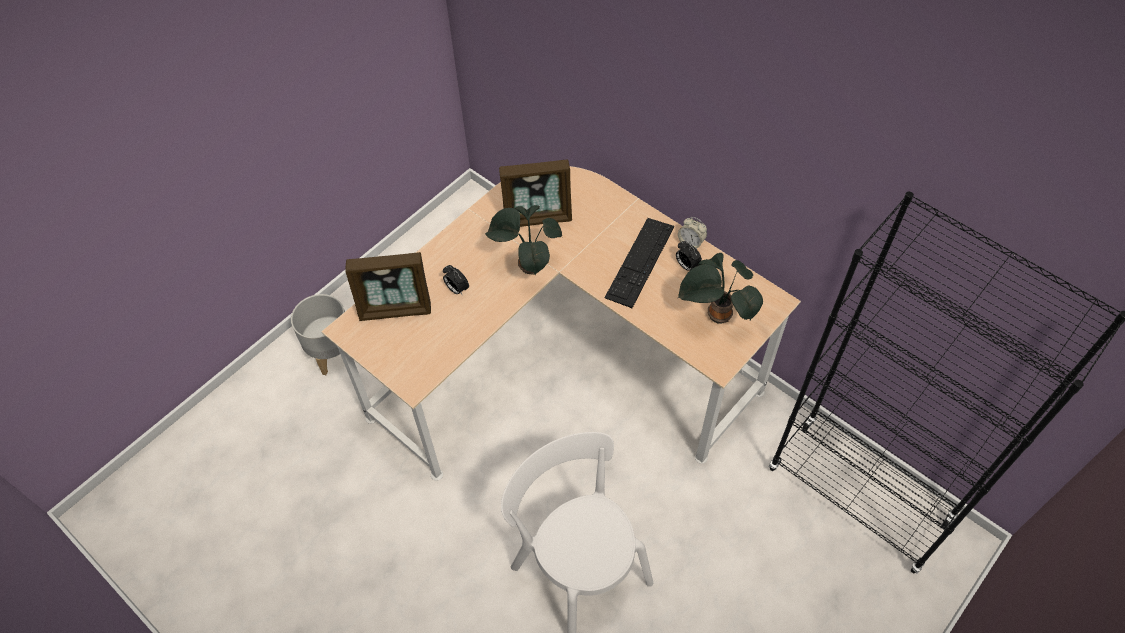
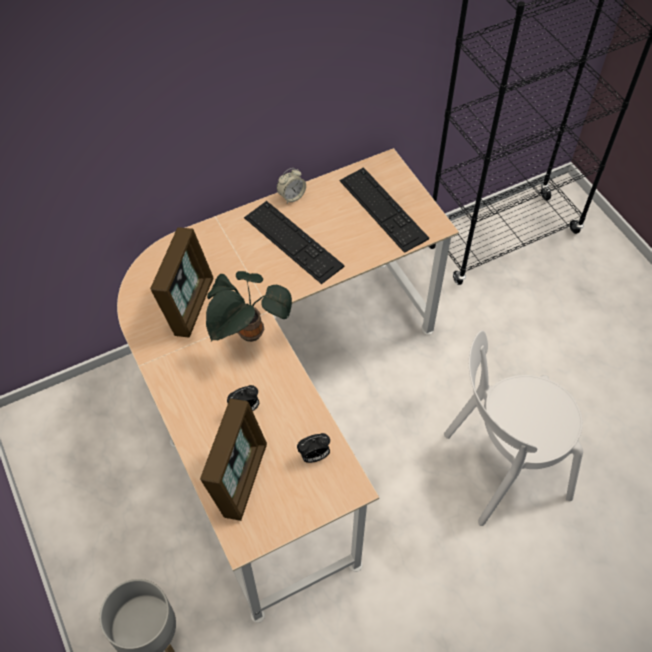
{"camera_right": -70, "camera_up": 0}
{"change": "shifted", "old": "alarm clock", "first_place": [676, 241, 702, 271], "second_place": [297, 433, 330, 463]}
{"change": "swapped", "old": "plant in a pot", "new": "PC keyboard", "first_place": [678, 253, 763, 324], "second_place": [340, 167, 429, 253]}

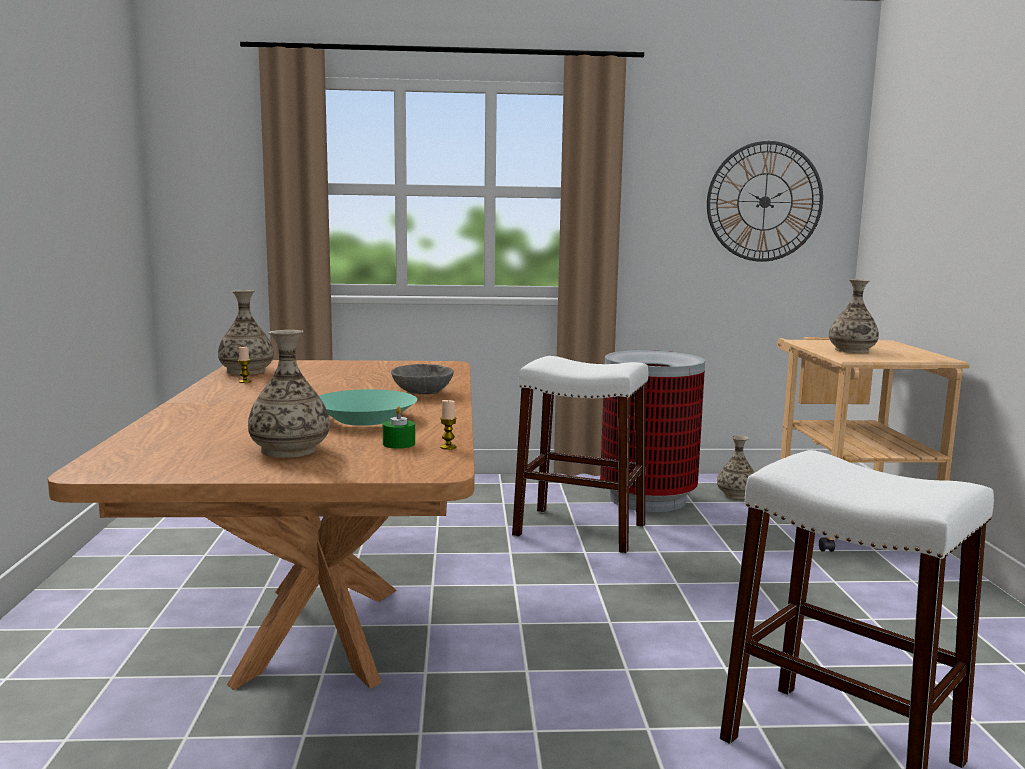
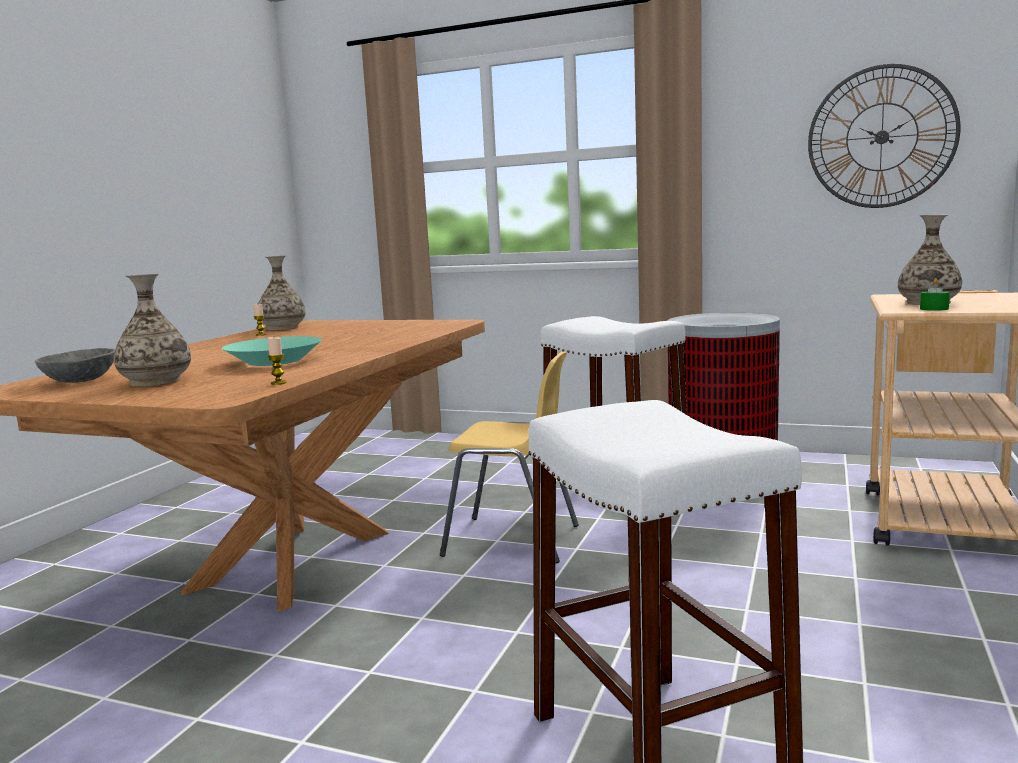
{"camera_right": 25, "camera_up": 0}
{"change": "gone", "old": "decorative vase", "first_place": [717, 435, 755, 500]}
{"change": "new", "new": "yellow-coloured plain chair", "second_place": [440, 352, 579, 563]}
{"change": "shifted", "old": "green wax candle", "first_place": [383, 406, 415, 449], "second_place": [920, 278, 950, 311]}
{"change": "shifted", "old": "grey deep dish", "first_place": [391, 364, 454, 394], "second_place": [35, 348, 115, 383]}

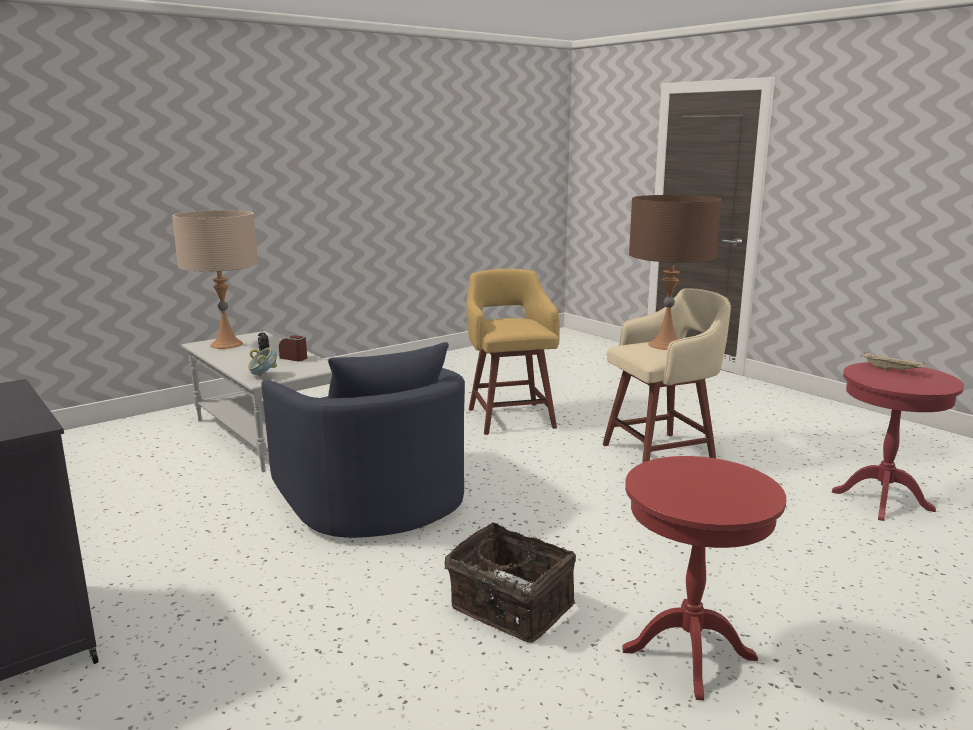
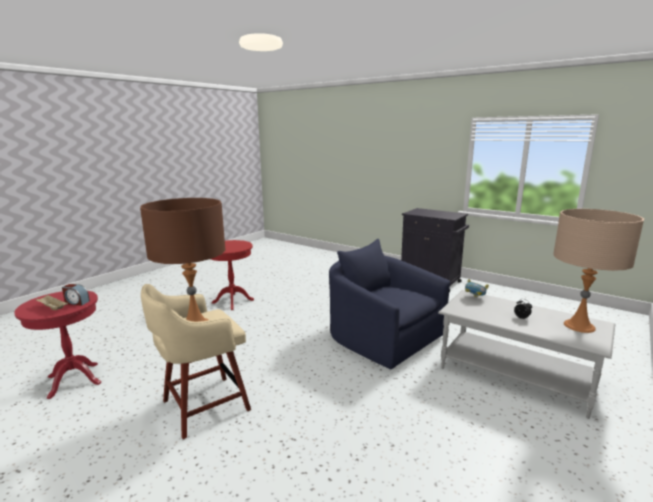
{"camera_right": 165, "camera_up": 0}
{"change": "gone", "old": "household basket", "first_place": [445, 522, 576, 643]}
{"change": "gone", "old": "yellow-coloured stool seat", "first_place": [467, 269, 560, 435]}
{"change": "shifted", "old": "alarm clock", "first_place": [279, 335, 307, 361], "second_place": [62, 284, 90, 306]}

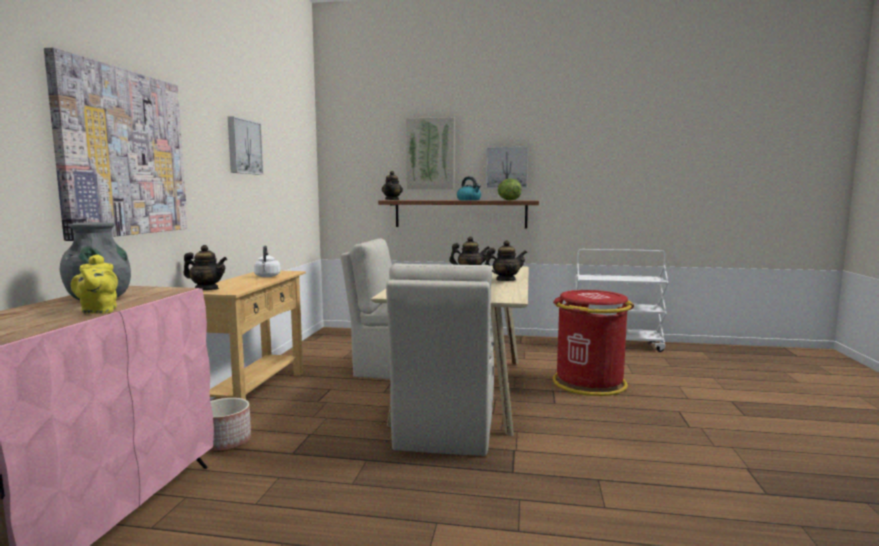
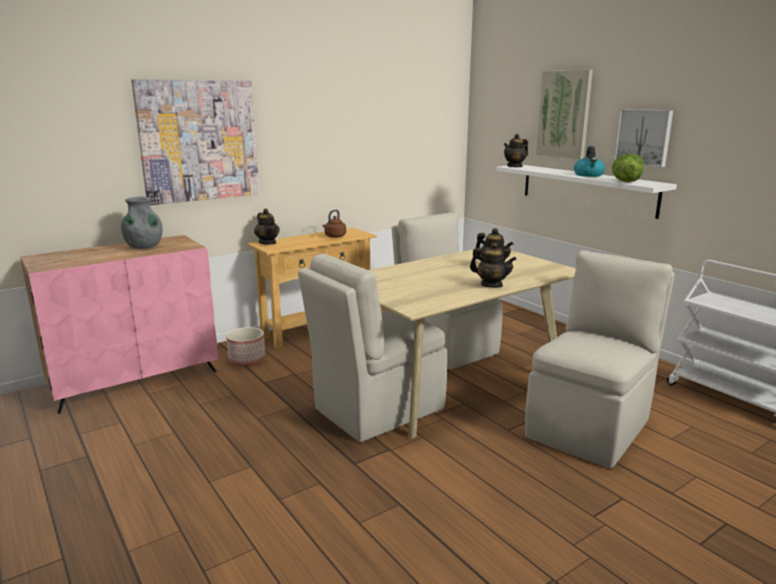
{"camera_right": 45, "camera_up": 10}
{"change": "gone", "old": "yellow-coloured tea pot", "first_place": [71, 254, 118, 314]}
{"change": "gone", "old": "picture", "first_place": [228, 116, 264, 175]}
{"change": "swapped", "old": "red trash can", "new": "beige plain chair", "first_place": [553, 290, 634, 396], "second_place": [525, 250, 675, 468]}
{"change": "repainted", "old": "white-coloured tea kettle", "new": "brown-coloured tea kettle", "first_place": [254, 245, 280, 277], "second_place": [323, 210, 346, 238]}
{"change": "repainted", "old": "brown-coloured shelf", "new": "white-coloured shelf", "first_place": [378, 200, 539, 229], "second_place": [496, 165, 677, 219]}

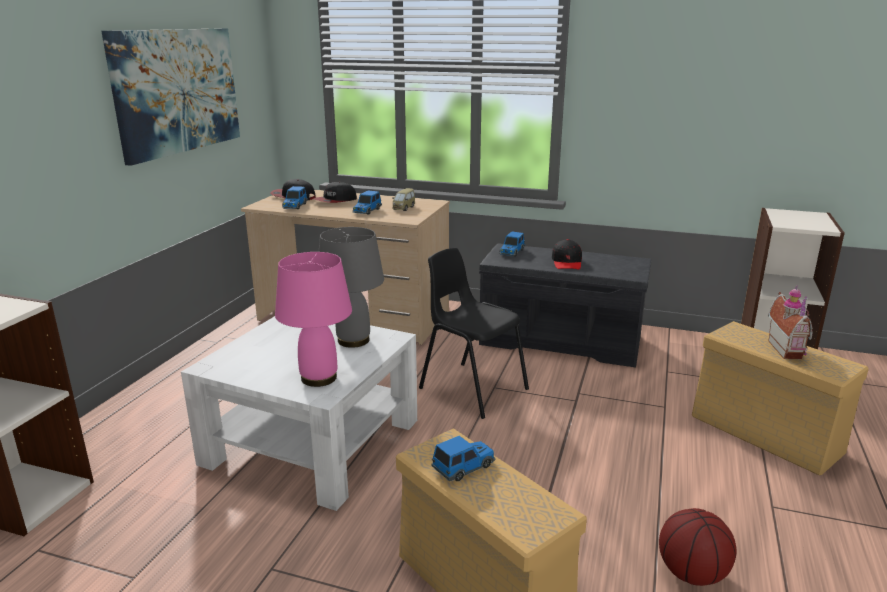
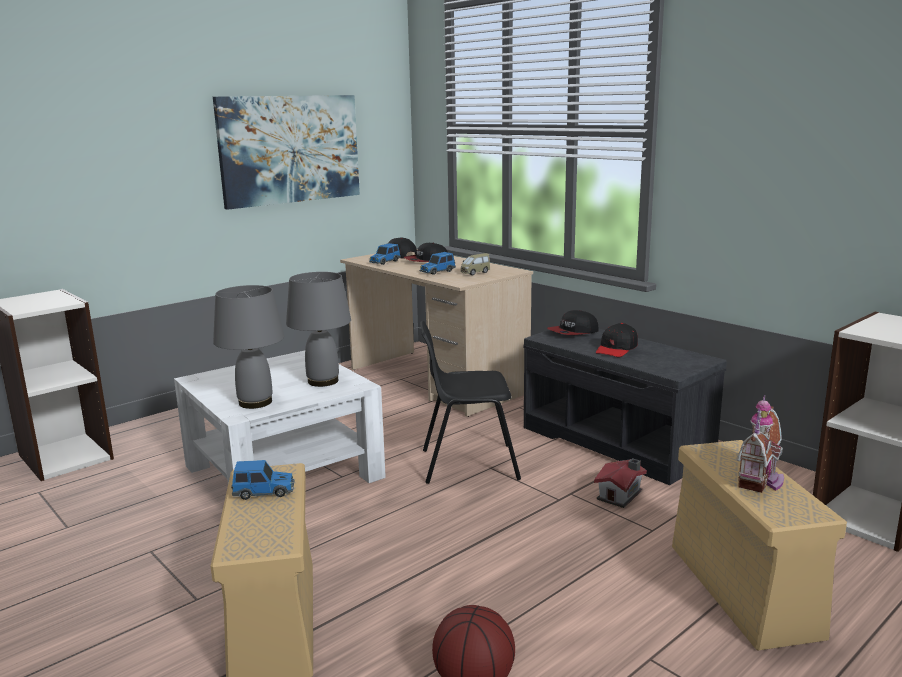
{"camera_right": 30, "camera_up": -5}
{"change": "new", "new": "model house", "second_place": [594, 458, 647, 508]}
{"change": "swapped", "old": "toy car", "new": "peaked cap", "first_place": [499, 232, 525, 256], "second_place": [547, 310, 599, 335]}
{"change": "repainted", "old": "pinkish tabletop lamp", "new": "grey tabletop lamp", "first_place": [275, 252, 352, 387], "second_place": [213, 285, 284, 409]}
{"change": "rotated", "old": "black plain chair", "first_place": [419, 248, 529, 419], "second_place": [420, 321, 521, 484], "degrees": -75}

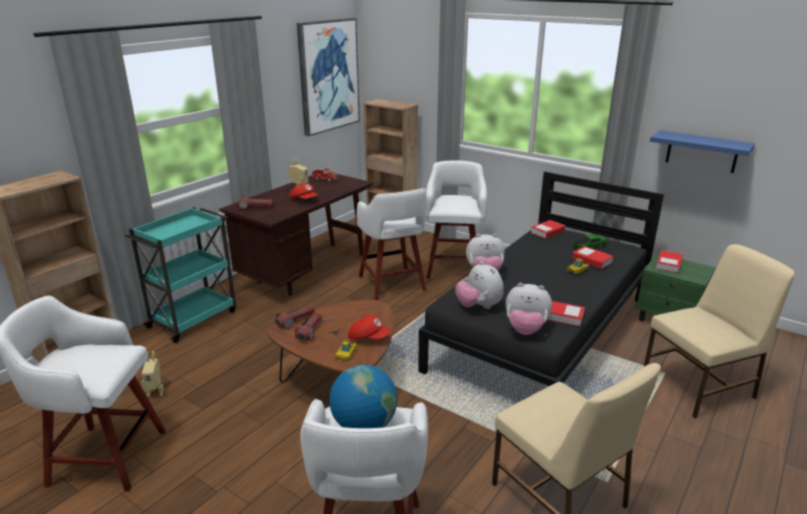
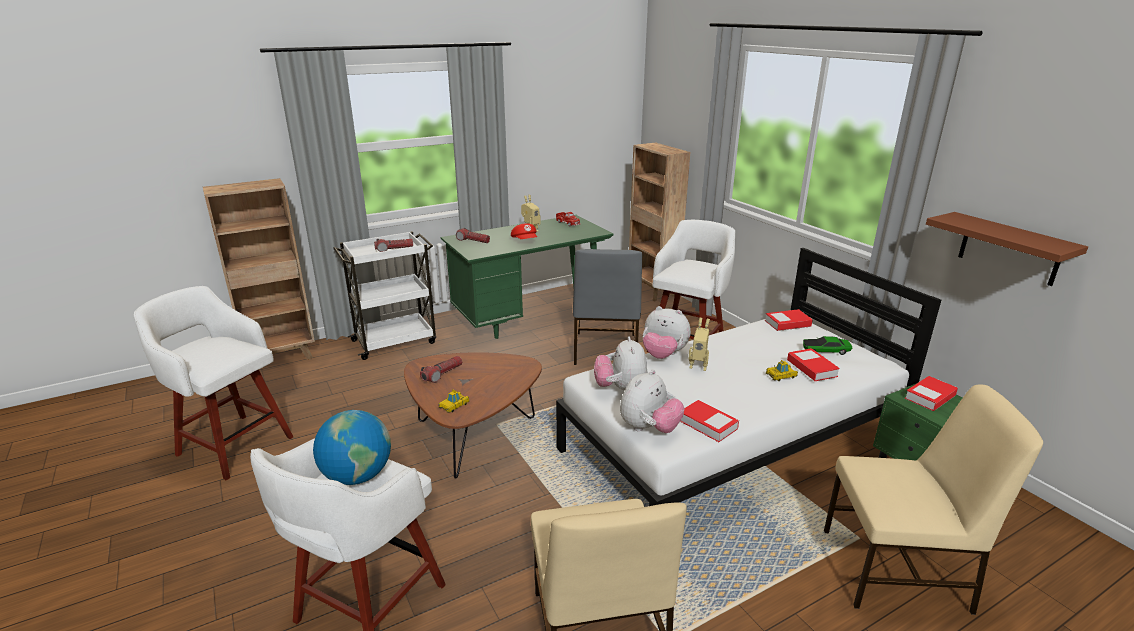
{"camera_right": 25, "camera_up": 0}
{"change": "gone", "old": "picture", "first_place": [297, 18, 360, 136]}
{"change": "gone", "old": "red peaked cap", "first_place": [348, 315, 391, 339]}
{"change": "shifted", "old": "toy robot", "first_place": [141, 351, 164, 397], "second_place": [688, 318, 710, 371]}
{"change": "shifted", "old": "torch", "first_place": [275, 304, 315, 329], "second_place": [374, 239, 413, 252]}
{"change": "swapped", "old": "white-coloured stool seat", "new": "grey plain chair", "first_place": [357, 188, 427, 300], "second_place": [573, 249, 642, 365]}
{"change": "repainted", "old": "turquoise-coloured cart", "new": "white-coloured cart", "first_place": [125, 207, 236, 343], "second_place": [333, 231, 436, 360]}
{"change": "repainted", "old": "brown-coloured desk unit", "new": "green desk unit", "first_place": [219, 173, 373, 296], "second_place": [440, 215, 614, 339]}
{"change": "repainted", "old": "black bedroom bed", "new": "white-coloured bedroom bed", "first_place": [418, 171, 664, 387], "second_place": [556, 248, 941, 506]}
{"change": "repainted", "old": "blue shelf", "new": "brown-coloured shelf", "first_place": [650, 130, 755, 173], "second_place": [926, 212, 1088, 286]}
{"change": "rotated", "old": "plush toy", "first_place": [506, 283, 552, 335], "second_place": [620, 369, 684, 433], "degrees": -90}

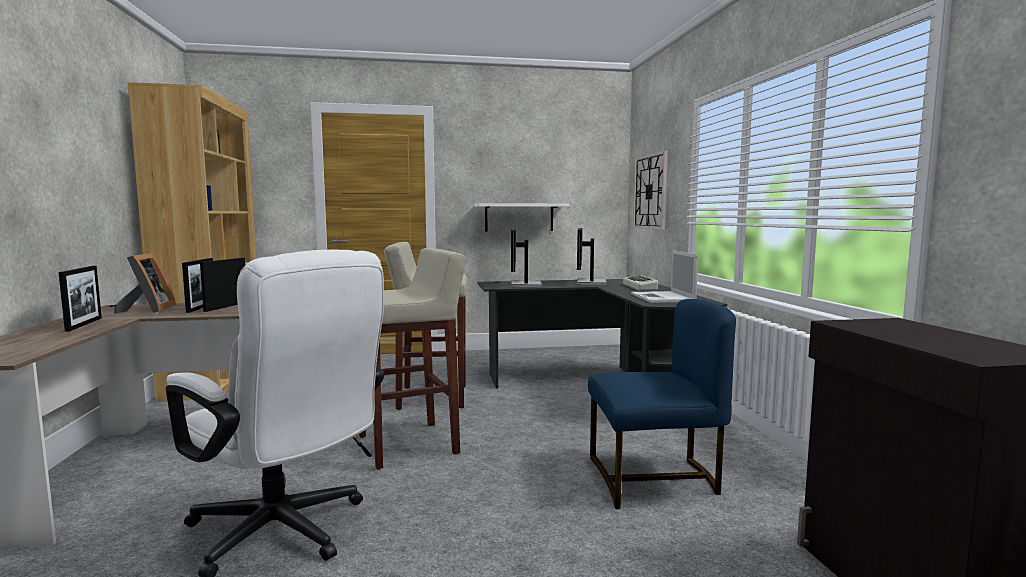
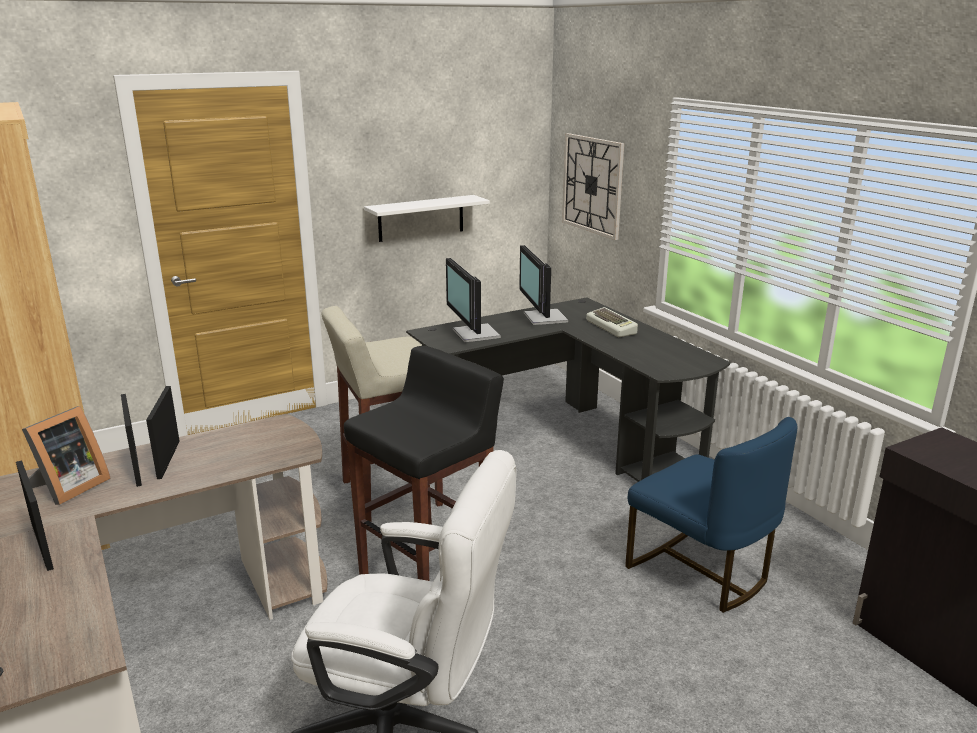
{"camera_right": -20, "camera_up": 15}
{"change": "gone", "old": "laptop", "first_place": [631, 251, 698, 303]}
{"change": "repainted", "old": "beige stool seat", "new": "black stool seat", "first_place": [359, 248, 466, 469], "second_place": [344, 346, 504, 581]}
{"change": "rotated", "old": "picture frame", "first_place": [114, 253, 176, 313], "second_place": [22, 406, 111, 505], "degrees": 60}
{"change": "rotated", "old": "blue plain chair", "first_place": [588, 299, 736, 509], "second_place": [625, 417, 797, 613], "degrees": 75}

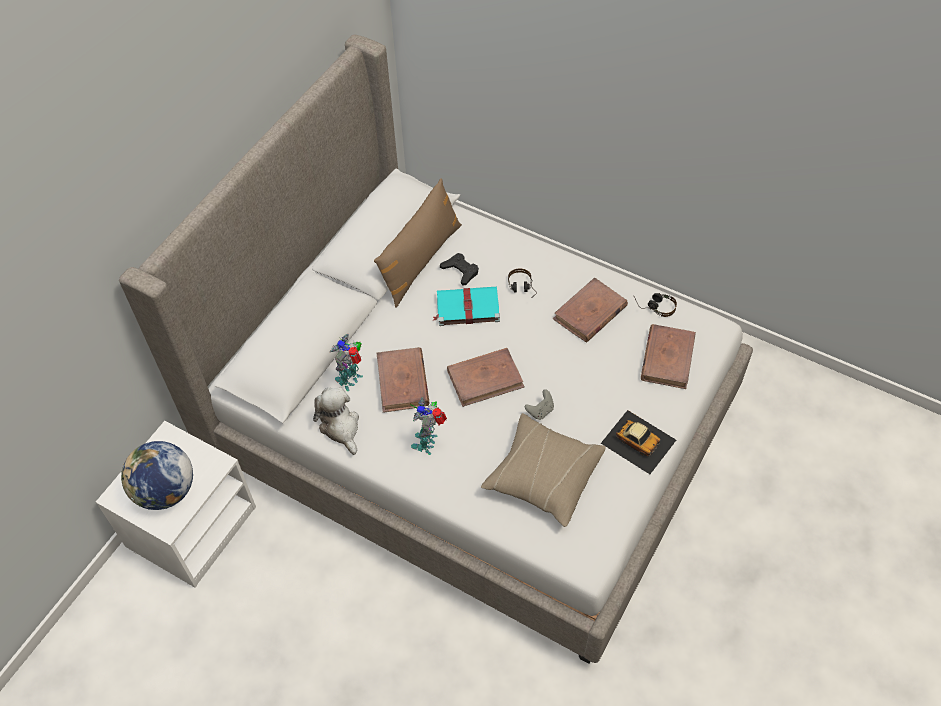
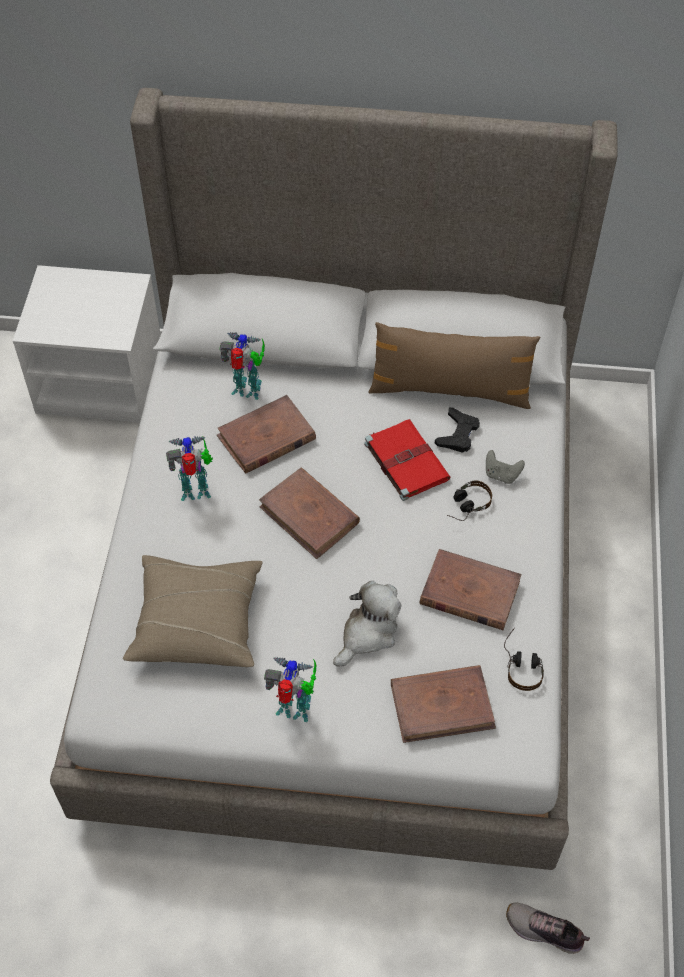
{"camera_right": 65, "camera_up": 0}
{"change": "gone", "old": "globe", "first_place": [121, 441, 193, 510]}
{"change": "new", "new": "item of footwear", "second_place": [506, 902, 590, 954]}
{"change": "shifted", "old": "plush toy", "first_place": [313, 387, 359, 455], "second_place": [333, 581, 402, 666]}
{"change": "shifted", "old": "grey game controller", "first_place": [525, 389, 554, 420], "second_place": [486, 450, 525, 484]}
{"change": "swapped", "old": "toy car", "new": "toy robot", "first_place": [601, 410, 676, 474], "second_place": [264, 657, 316, 722]}
{"change": "repainted", "old": "turquoise-coloured volume", "new": "red volume", "first_place": [433, 287, 500, 326], "second_place": [364, 419, 451, 501]}

